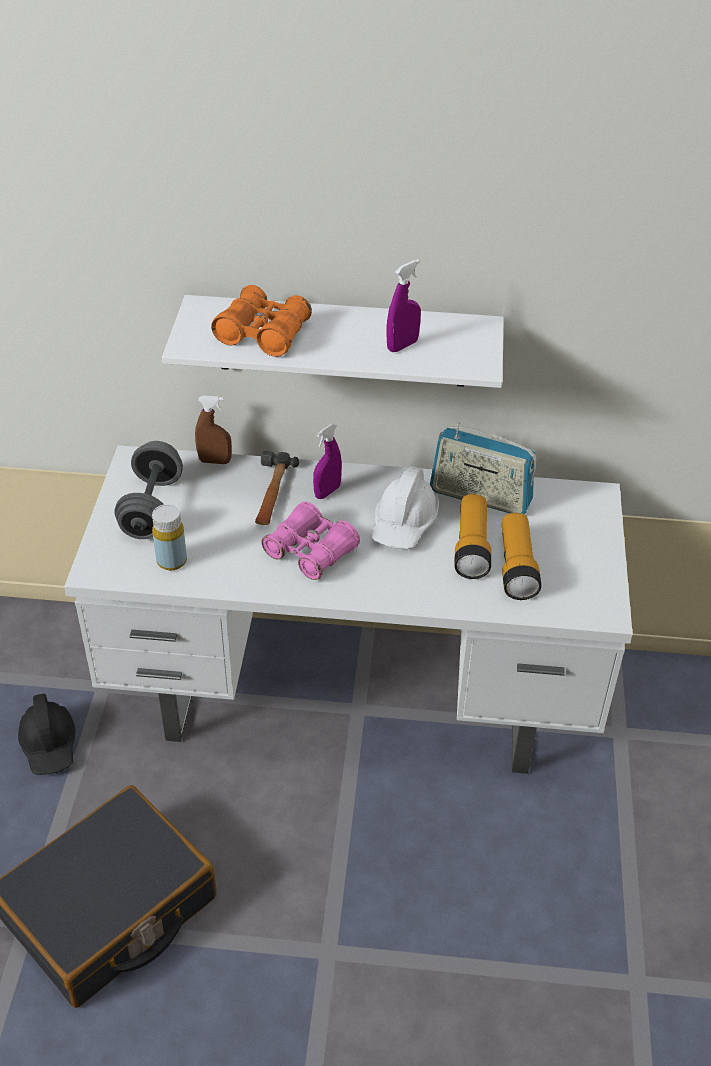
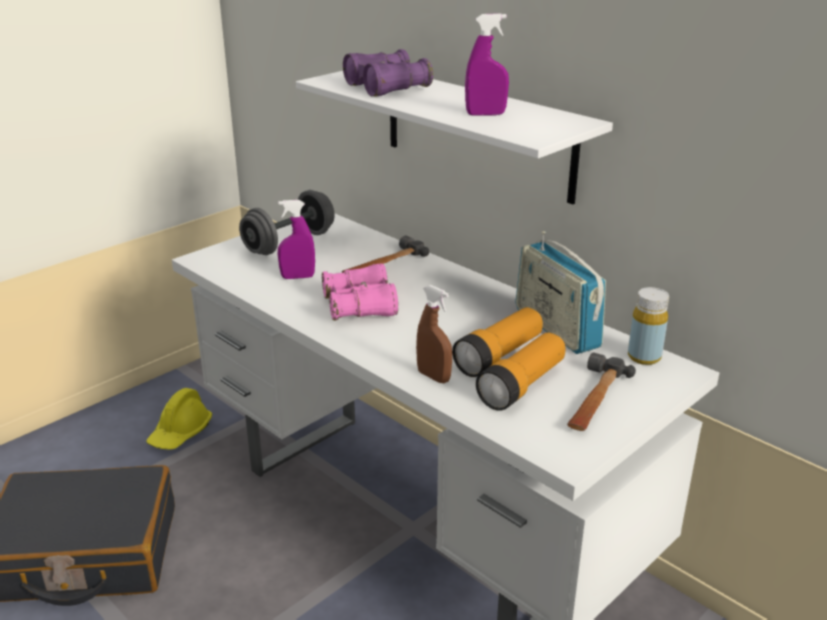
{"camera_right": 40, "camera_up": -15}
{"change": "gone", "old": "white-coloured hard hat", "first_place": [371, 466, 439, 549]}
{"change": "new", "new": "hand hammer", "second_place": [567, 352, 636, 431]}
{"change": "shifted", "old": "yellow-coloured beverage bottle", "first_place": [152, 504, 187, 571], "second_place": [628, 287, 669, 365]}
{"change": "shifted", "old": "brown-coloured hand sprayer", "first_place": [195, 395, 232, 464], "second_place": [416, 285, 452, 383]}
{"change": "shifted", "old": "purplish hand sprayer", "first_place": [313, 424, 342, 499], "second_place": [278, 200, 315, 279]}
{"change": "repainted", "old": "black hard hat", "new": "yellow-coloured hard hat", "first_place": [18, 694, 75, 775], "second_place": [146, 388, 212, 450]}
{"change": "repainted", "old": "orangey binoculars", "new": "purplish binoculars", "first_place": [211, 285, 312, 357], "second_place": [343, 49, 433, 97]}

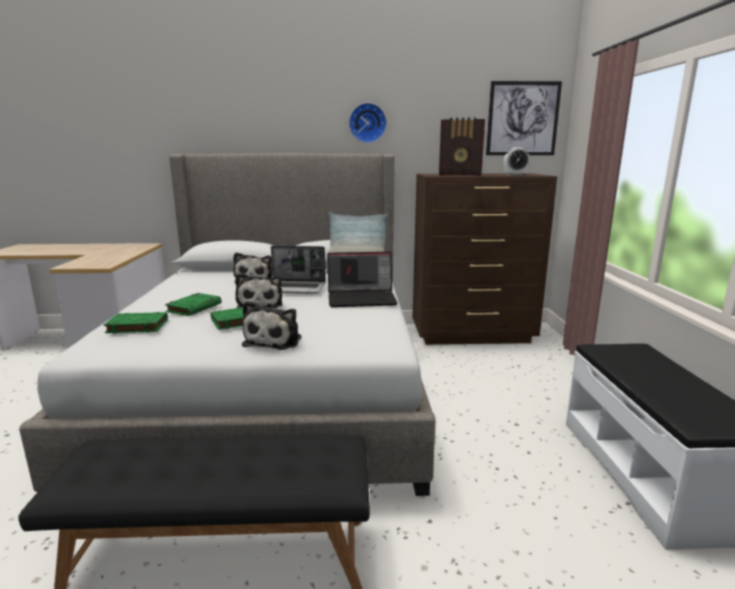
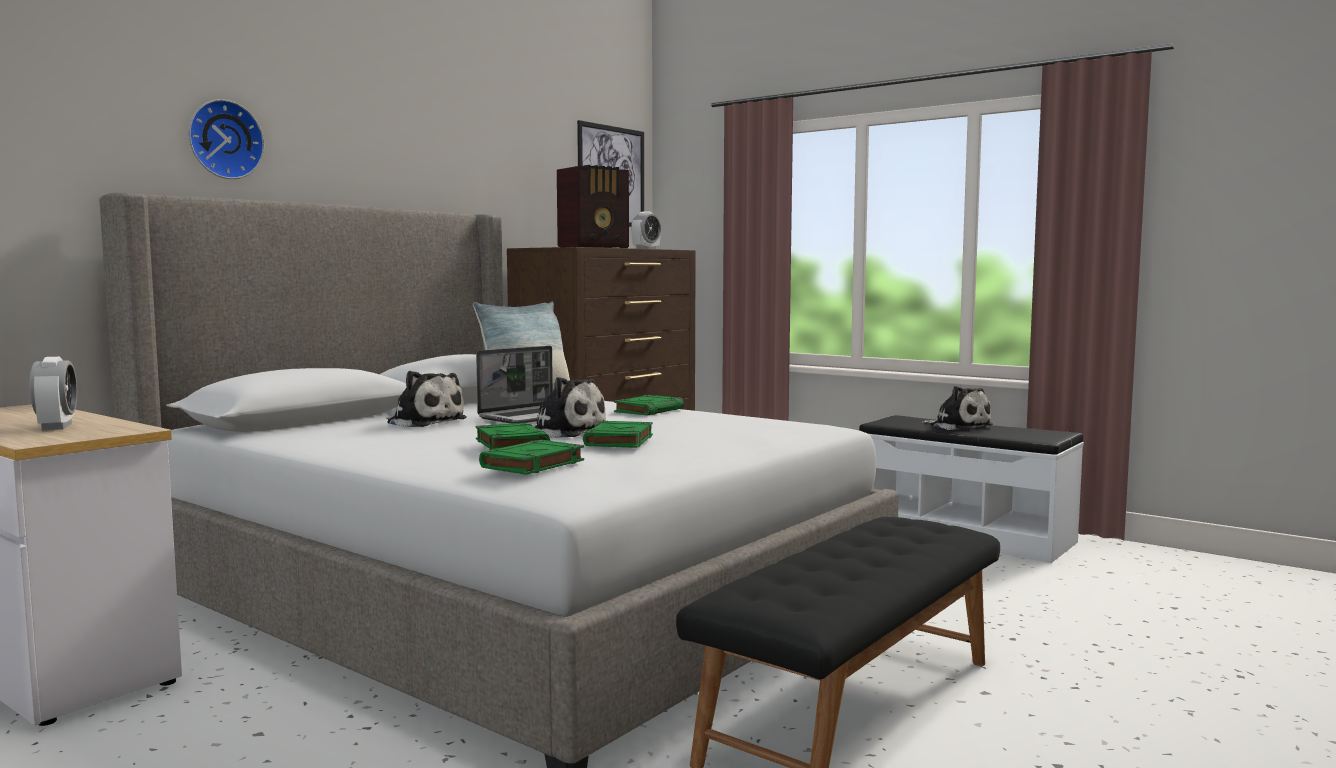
{"camera_right": -50, "camera_up": -10}
{"change": "new", "new": "alarm clock", "second_place": [29, 357, 77, 430]}
{"change": "shifted", "old": "plush toy", "first_place": [242, 301, 302, 350], "second_place": [922, 386, 993, 430]}
{"change": "shifted", "old": "wall clock", "first_place": [349, 103, 387, 143], "second_place": [188, 99, 264, 179]}
{"change": "swapped", "old": "laptop", "new": "green volume", "first_place": [327, 252, 398, 307], "second_place": [614, 395, 684, 415]}

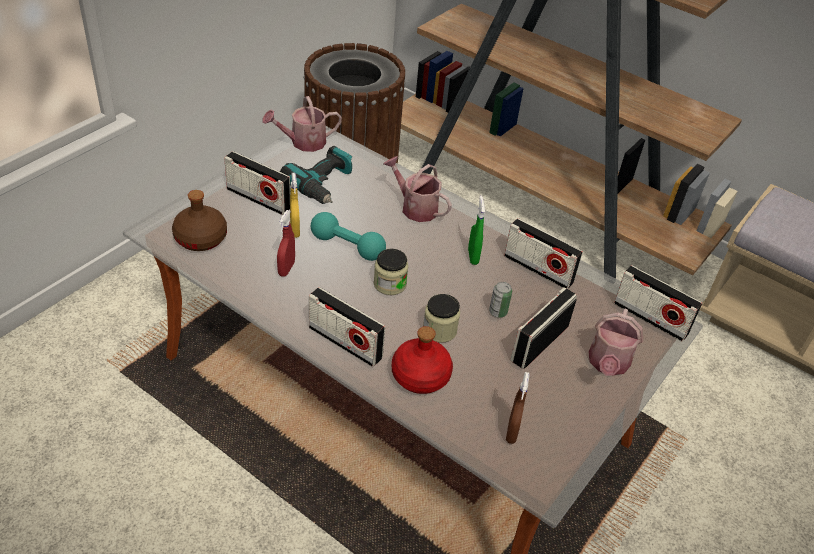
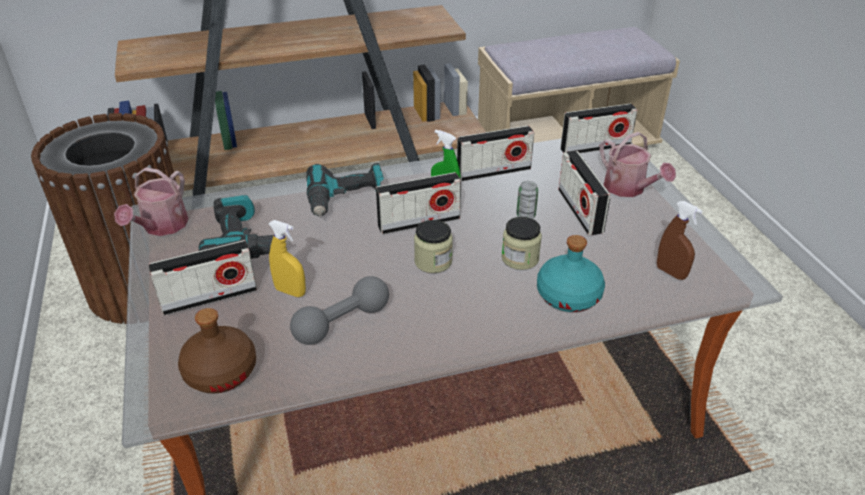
{"camera_right": -50, "camera_up": -5}
{"change": "gone", "old": "turquoise-coloured dumbbell", "first_place": [311, 212, 386, 261]}
{"change": "shifted", "old": "radio receiver", "first_place": [309, 287, 385, 367], "second_place": [376, 172, 461, 234]}
{"change": "swapped", "old": "red hand sprayer", "new": "grey dumbbell", "first_place": [277, 210, 295, 277], "second_place": [290, 276, 389, 345]}
{"change": "swapped", "old": "watering can", "new": "power drill", "first_place": [383, 156, 452, 222], "second_place": [306, 163, 384, 217]}
{"change": "repainted", "old": "red beverage bottle", "new": "turquoise-coloured beverage bottle", "first_place": [392, 326, 453, 394], "second_place": [537, 235, 605, 312]}

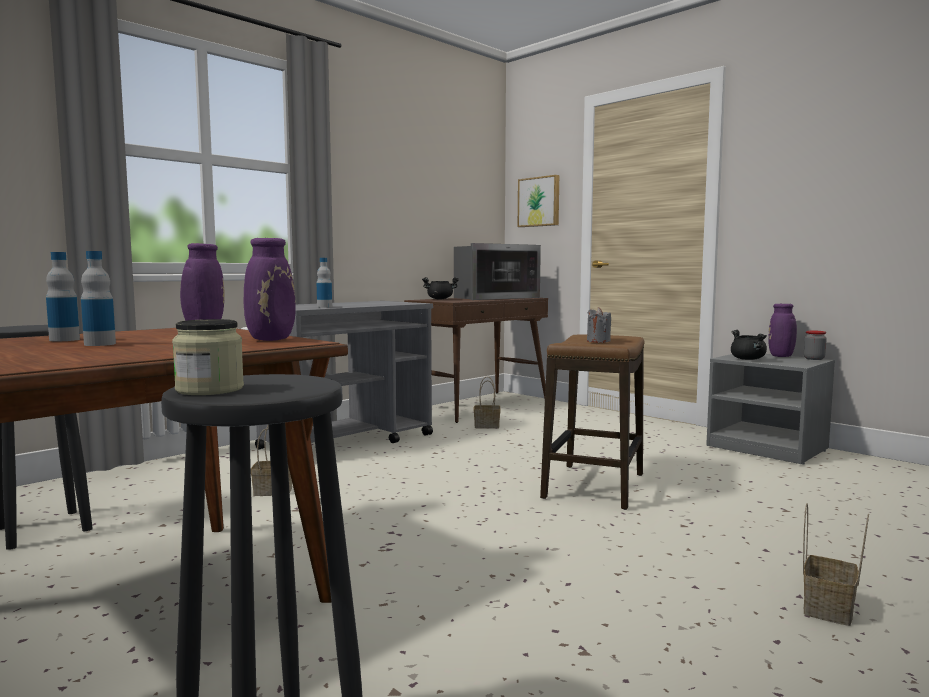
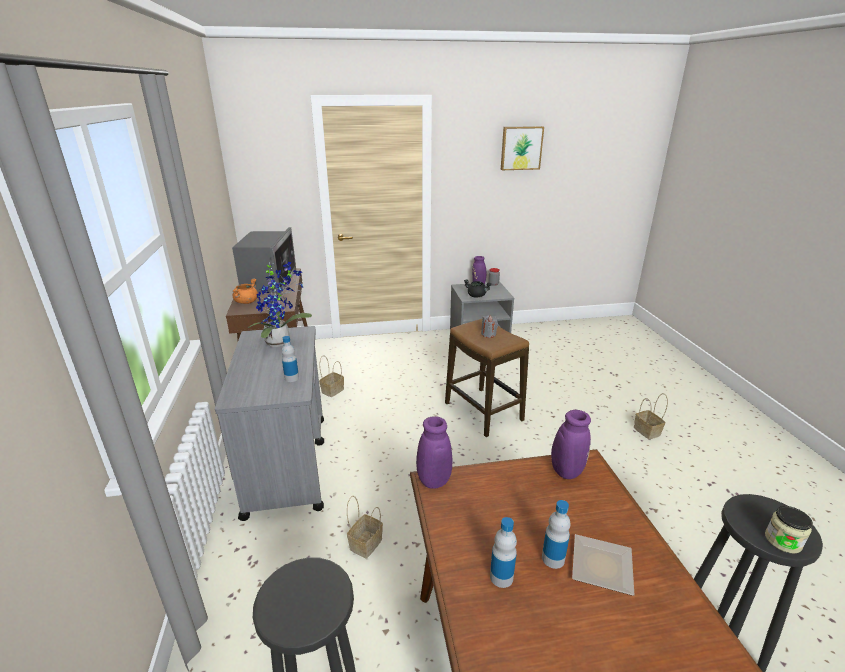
{"camera_right": -55, "camera_up": 20}
{"change": "new", "new": "plant in a pot", "second_place": [248, 262, 312, 347]}
{"change": "new", "new": "flat dish", "second_place": [572, 534, 634, 596]}
{"change": "shifted", "old": "picture", "first_place": [518, 175, 559, 227], "second_place": [501, 126, 544, 170]}
{"change": "repainted", "old": "black stockpot", "new": "orangey stockpot", "first_place": [422, 277, 459, 300], "second_place": [233, 278, 258, 304]}

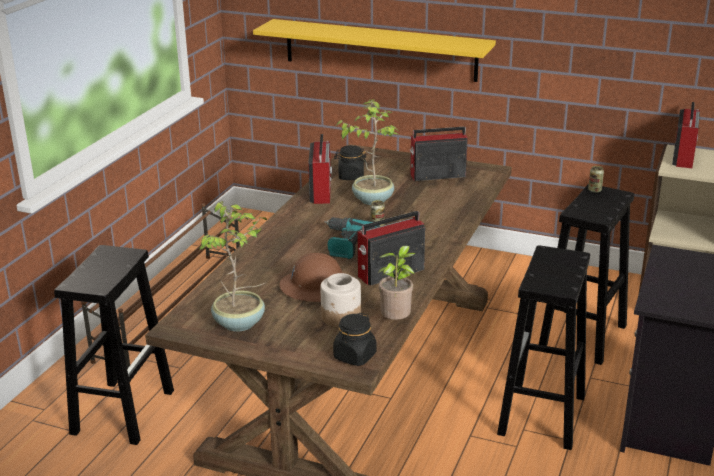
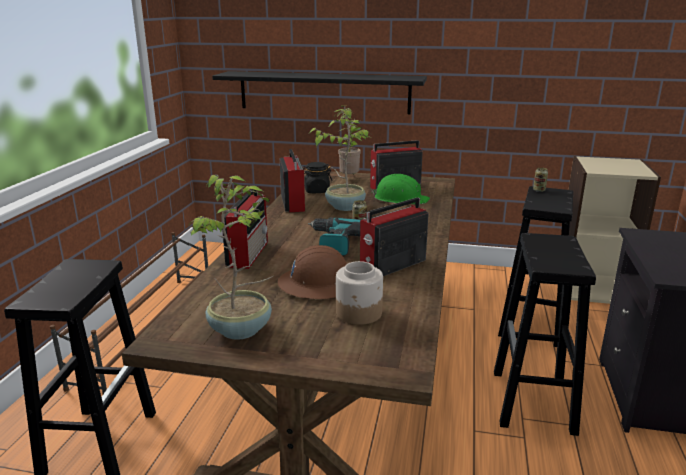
{"camera_right": -10, "camera_up": -5}
{"change": "gone", "old": "black jar", "first_place": [333, 313, 377, 366]}
{"change": "new", "new": "green hard hat", "second_place": [371, 174, 430, 204]}
{"change": "shifted", "old": "plant in a pot", "first_place": [378, 245, 416, 320], "second_place": [338, 126, 362, 175]}
{"change": "shifted", "old": "radio receiver", "first_place": [672, 102, 700, 168], "second_place": [221, 189, 268, 269]}
{"change": "repainted", "old": "yellow-coloured shelf", "new": "black shelf", "first_place": [253, 19, 496, 82], "second_place": [212, 71, 427, 114]}

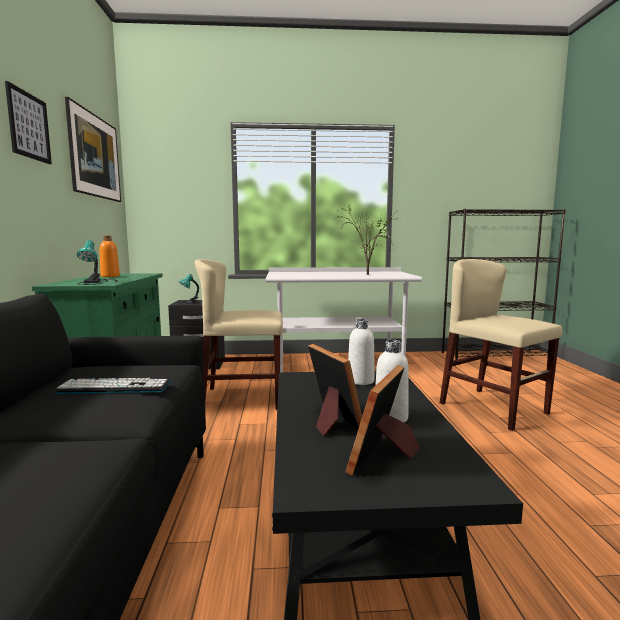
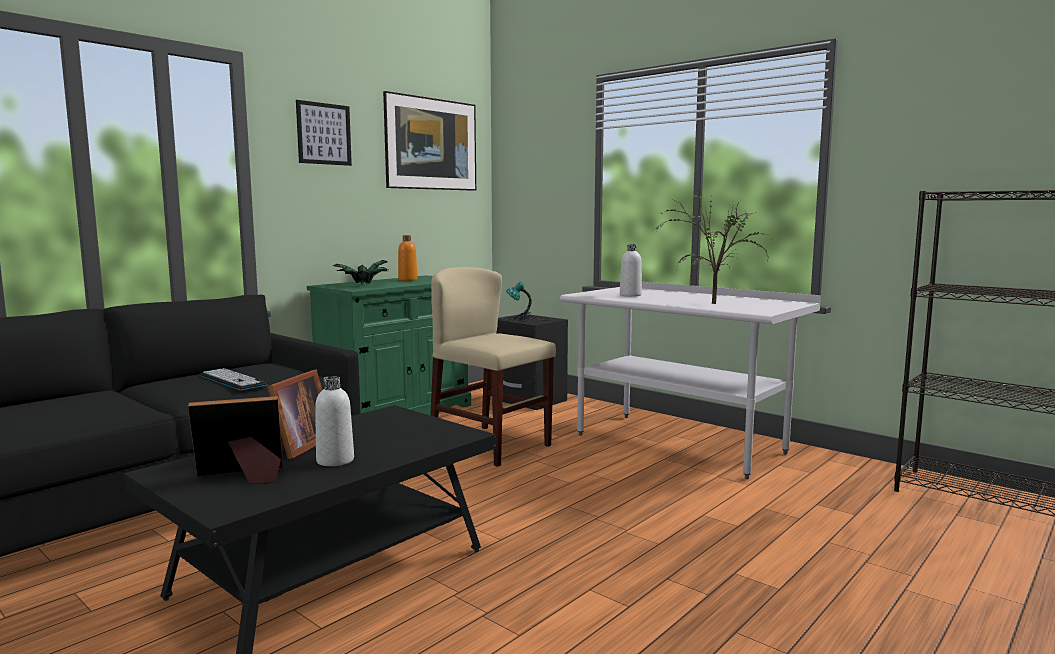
{"camera_right": 45, "camera_up": 0}
{"change": "gone", "old": "beige plain chair", "first_place": [440, 259, 562, 431]}
{"change": "shifted", "old": "white-coloured beverage bottle", "first_place": [348, 319, 374, 385], "second_place": [620, 244, 642, 297]}
{"change": "swapped", "old": "tabletop lamp", "new": "plant in a pot", "first_place": [77, 240, 118, 285], "second_place": [333, 260, 388, 284]}

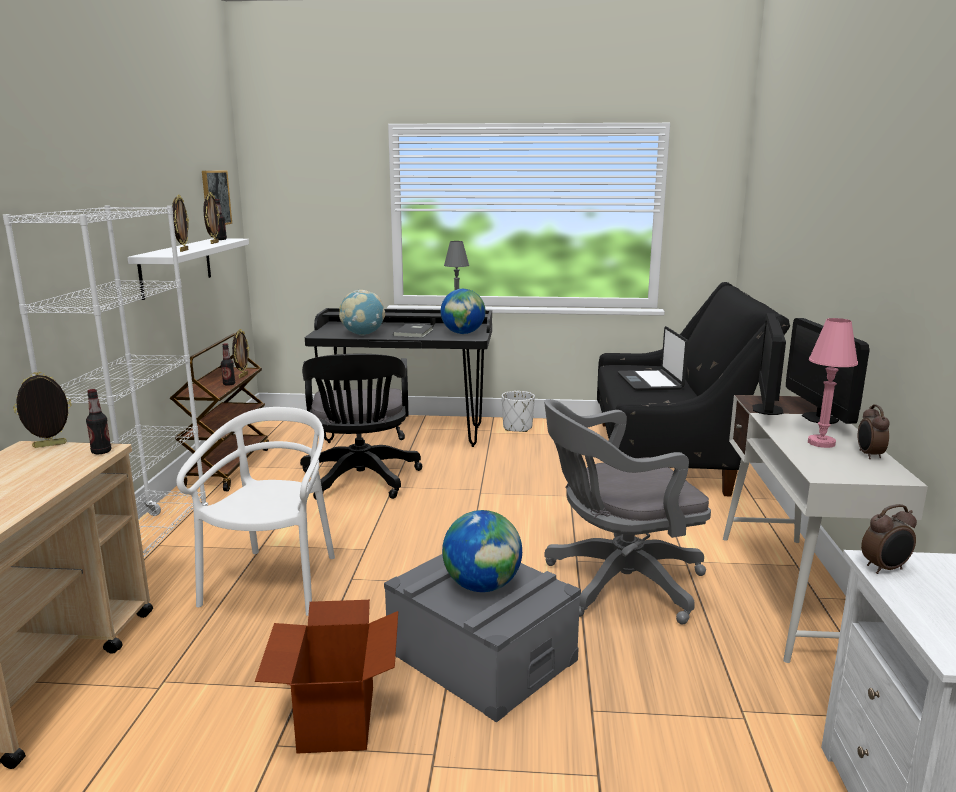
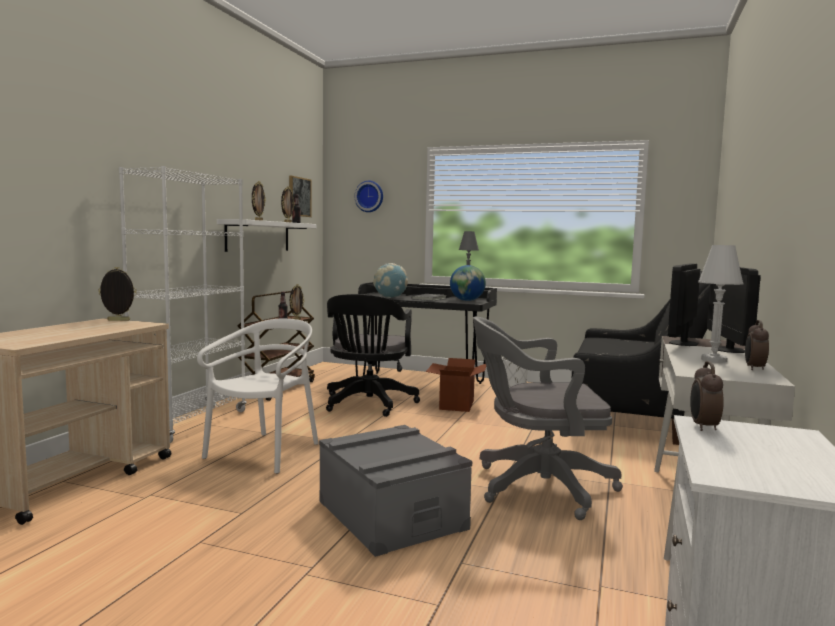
{"camera_right": 15, "camera_up": -10}
{"change": "gone", "old": "beverage bottle", "first_place": [86, 389, 111, 454]}
{"change": "gone", "old": "globe", "first_place": [442, 510, 522, 592]}
{"change": "gone", "old": "laptop", "first_place": [618, 326, 688, 391]}
{"change": "new", "new": "wall clock", "second_place": [355, 181, 383, 212]}
{"change": "shifted", "old": "packing box", "first_place": [255, 600, 398, 754], "second_place": [426, 358, 486, 412]}
{"change": "repainted", "old": "pinkish tabletop lamp", "new": "white-coloured tabletop lamp", "first_place": [808, 318, 858, 448], "second_place": [698, 245, 744, 363]}
{"change": "rotated", "old": "alarm clock", "first_place": [861, 504, 917, 574], "second_place": [690, 361, 724, 431], "degrees": 105}

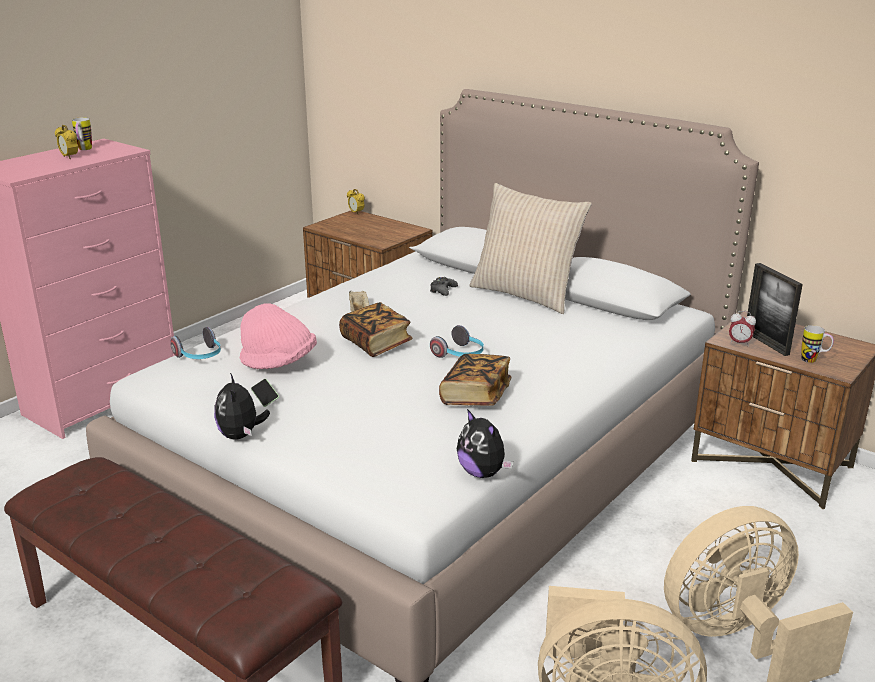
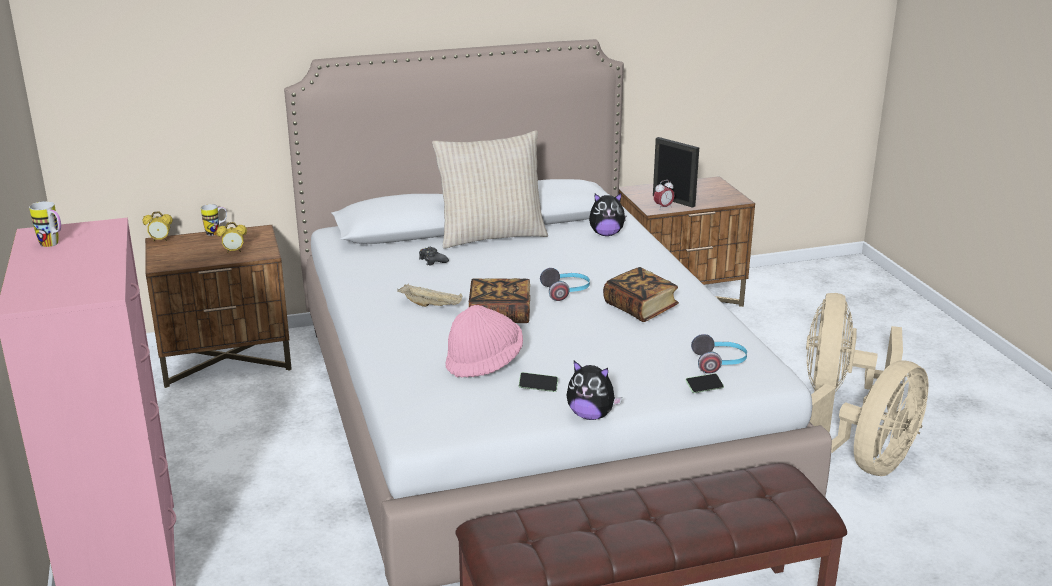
{"camera_right": -55, "camera_up": 0}
{"change": "new", "new": "handset", "second_place": [685, 373, 724, 393]}
{"change": "shifted", "old": "alarm clock", "first_place": [55, 125, 78, 159], "second_place": [216, 222, 247, 253]}
{"change": "shifted", "old": "headset", "first_place": [170, 327, 221, 359], "second_place": [691, 334, 747, 374]}
{"change": "shifted", "old": "plush toy", "first_place": [457, 409, 513, 478], "second_place": [589, 193, 627, 236]}
{"change": "shifted", "old": "mug", "first_place": [801, 325, 834, 363], "second_place": [201, 204, 227, 236]}
{"change": "rotated", "old": "picture frame", "first_place": [747, 263, 803, 356], "second_place": [653, 137, 699, 208], "degrees": -150}

